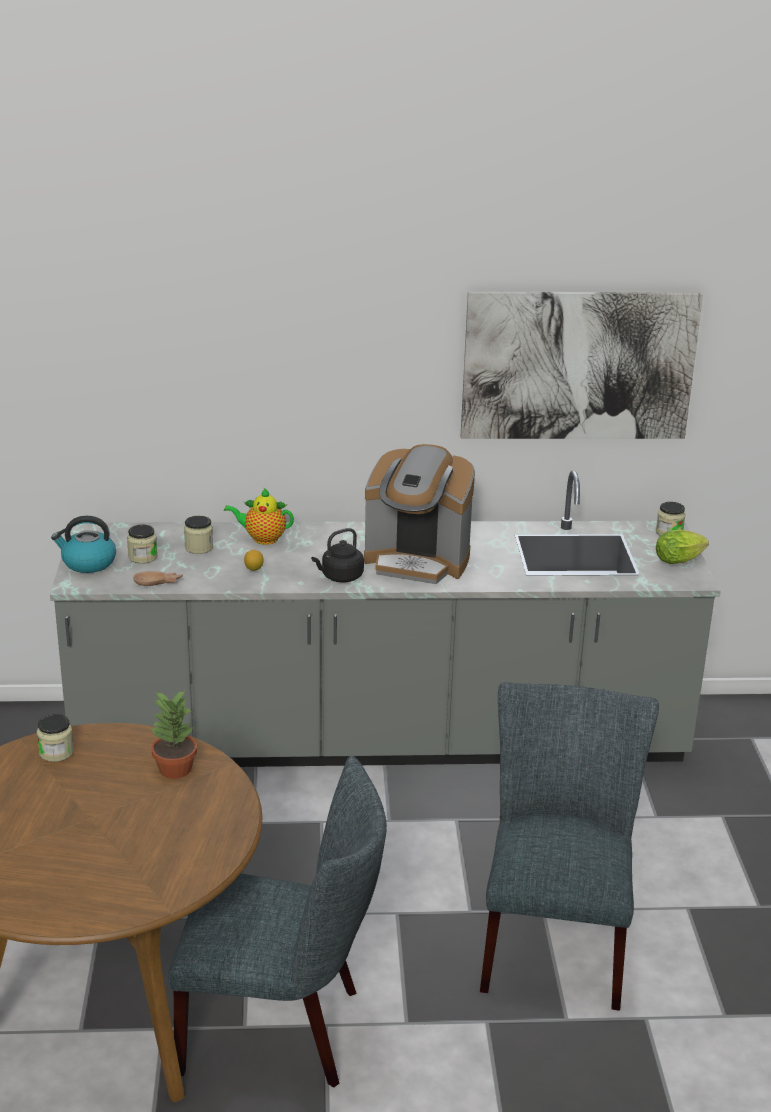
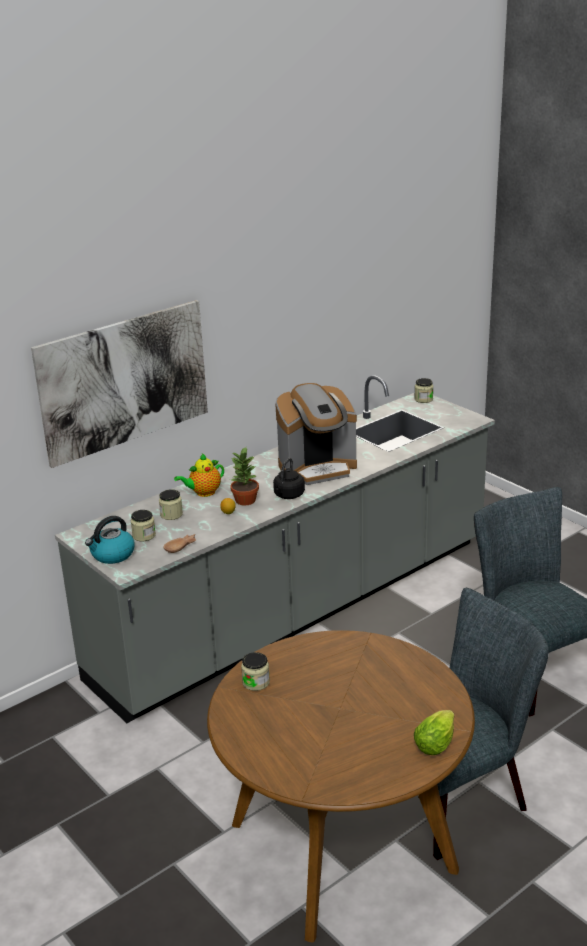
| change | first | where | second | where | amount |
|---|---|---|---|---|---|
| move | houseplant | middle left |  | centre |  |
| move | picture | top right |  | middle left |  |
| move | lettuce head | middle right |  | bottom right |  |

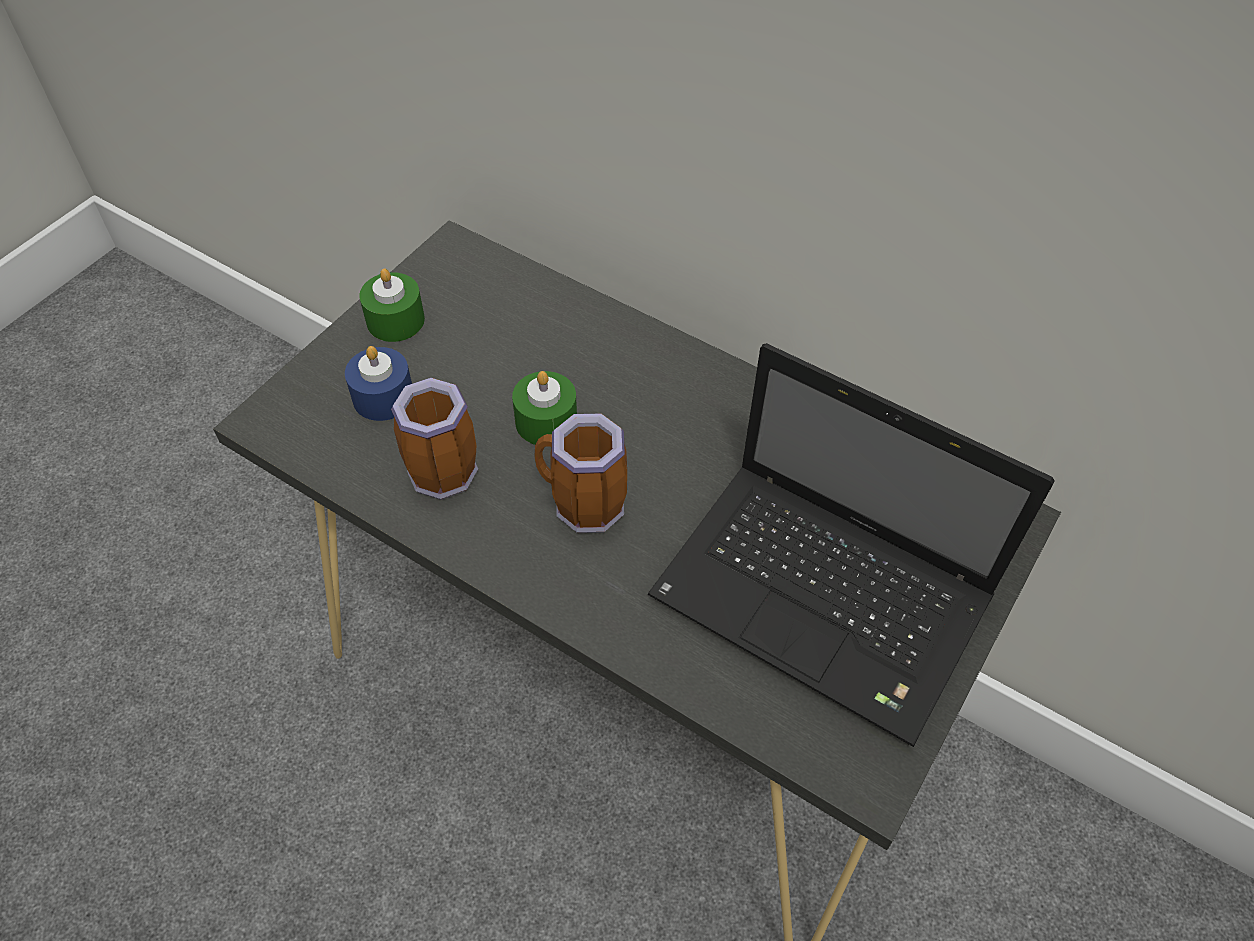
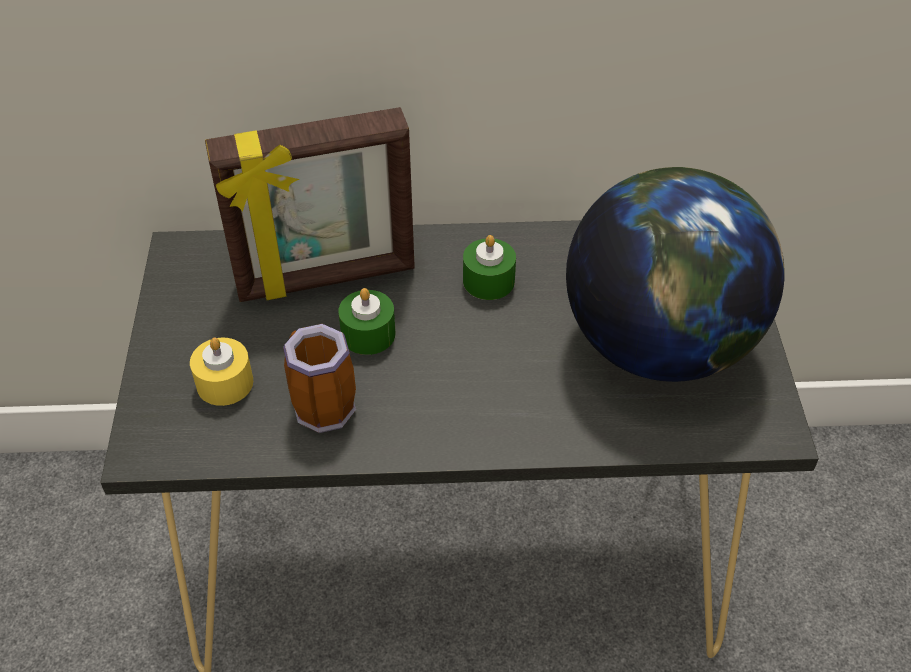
| change | first | where | second | where | amount |
|---|---|---|---|---|---|
| recolor | wax light in blue | middle left | wax light in yellowish | middle left |  |
| move | wax light in green-coloured (1st from left in the first image) | top left | wax light in green-coloured (2nd from left) | centre |  |
| delete | tea mug (2nd from left) | centre |  |  |  |
| replace | portable computer | middle right | globe | middle right |  |
| insert |  |  | picture frame | top centre |  |

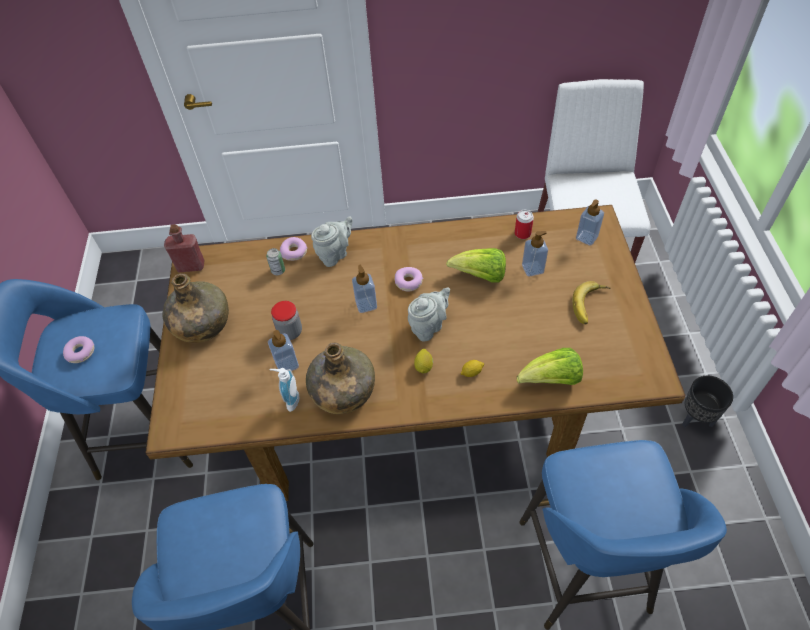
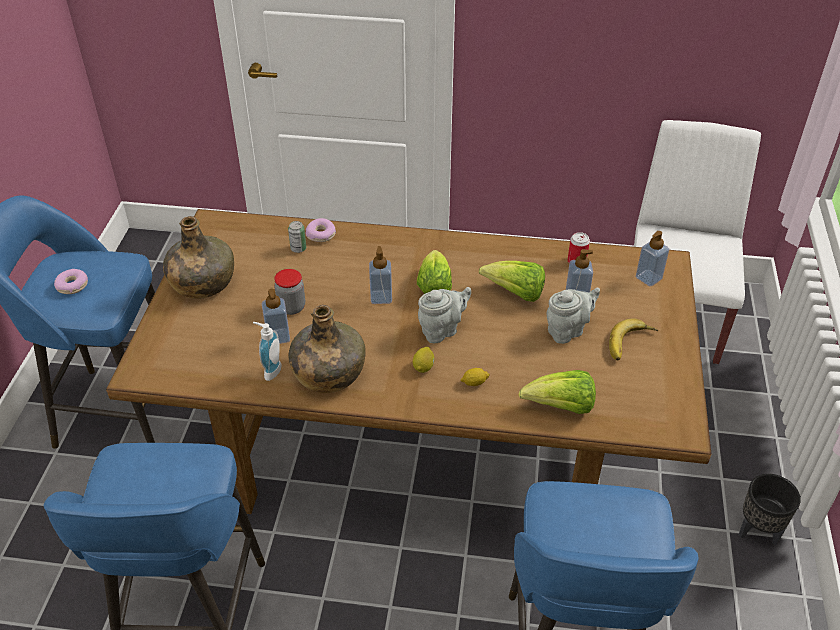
| change | first | where | second | where | amount |
|---|---|---|---|---|---|
| delete | beverage bottle in red | middle left |  |  |  |
| move | tea pot in grey (1st from left in the first image) | centre | tea pot in grey (2nd from left) | middle right |  |
| replace | ring doughnut (3rd from left) | centre | lettuce head (1st from left) | centre |  |

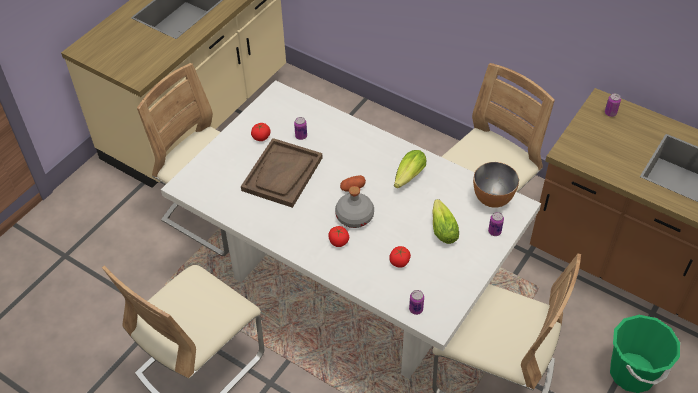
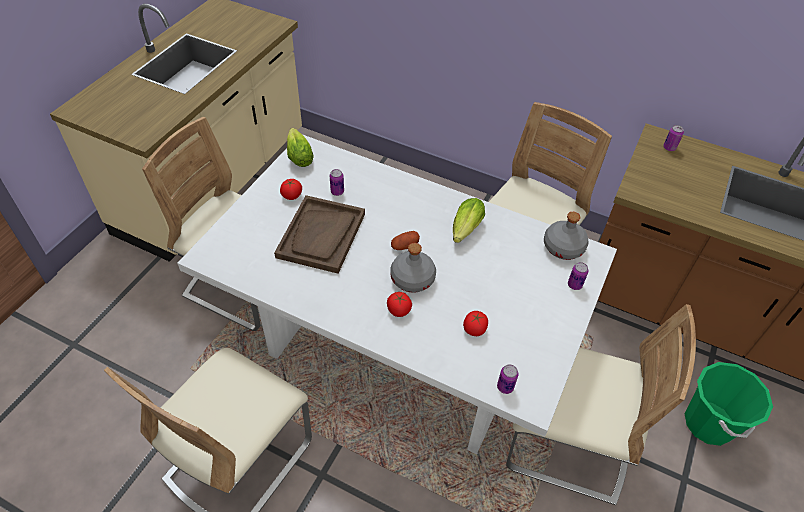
| change | first | where | second | where | amount |
|---|---|---|---|---|---|
| move | lettuce head (2nd from left in the first image) | centre | lettuce head (1st from left) | top centre |  |
| replace | serving bowl | middle right | beverage bottle in grey (2nd from left) | middle right |  |

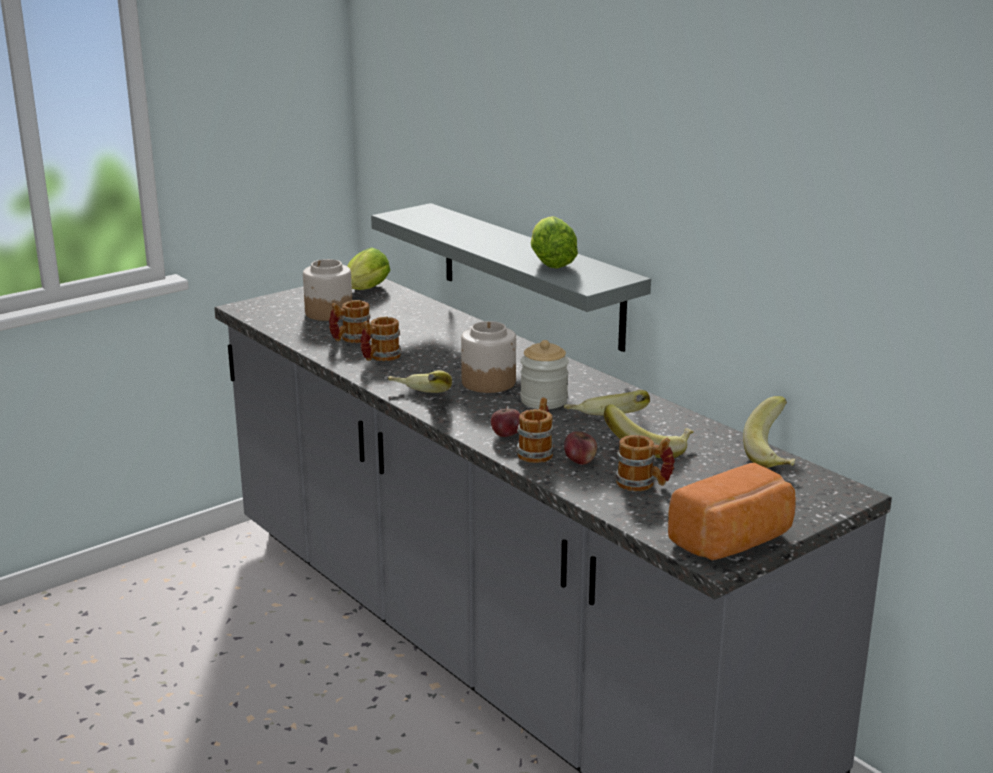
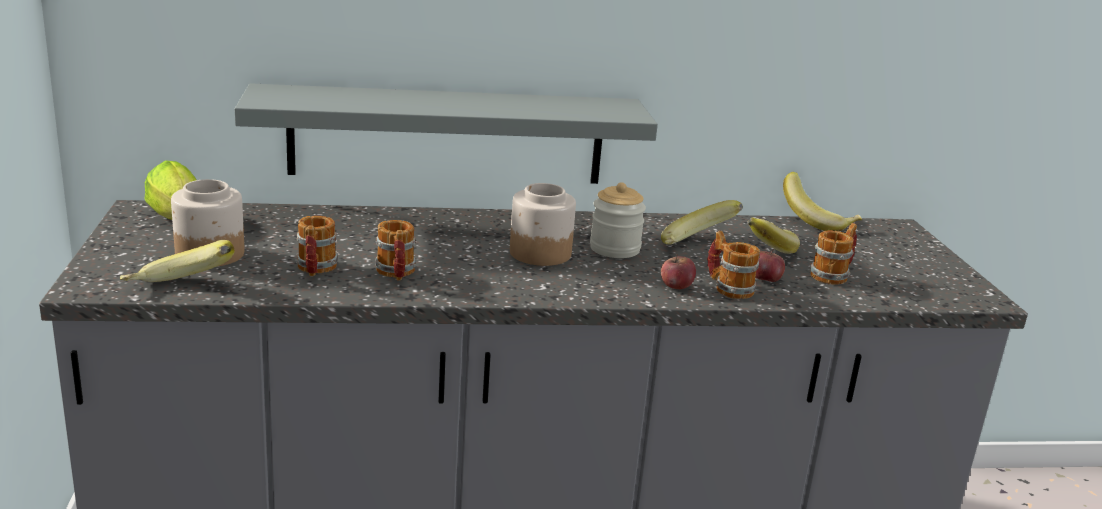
| change | first | where | second | where | amount |
|---|---|---|---|---|---|
| move | banana fruit (1st from left) | centre |  | middle left |  |
| delete | lettuce head (2nd from left) | top centre |  |  |  |
| delete | bakery bread | middle right |  |  |  |

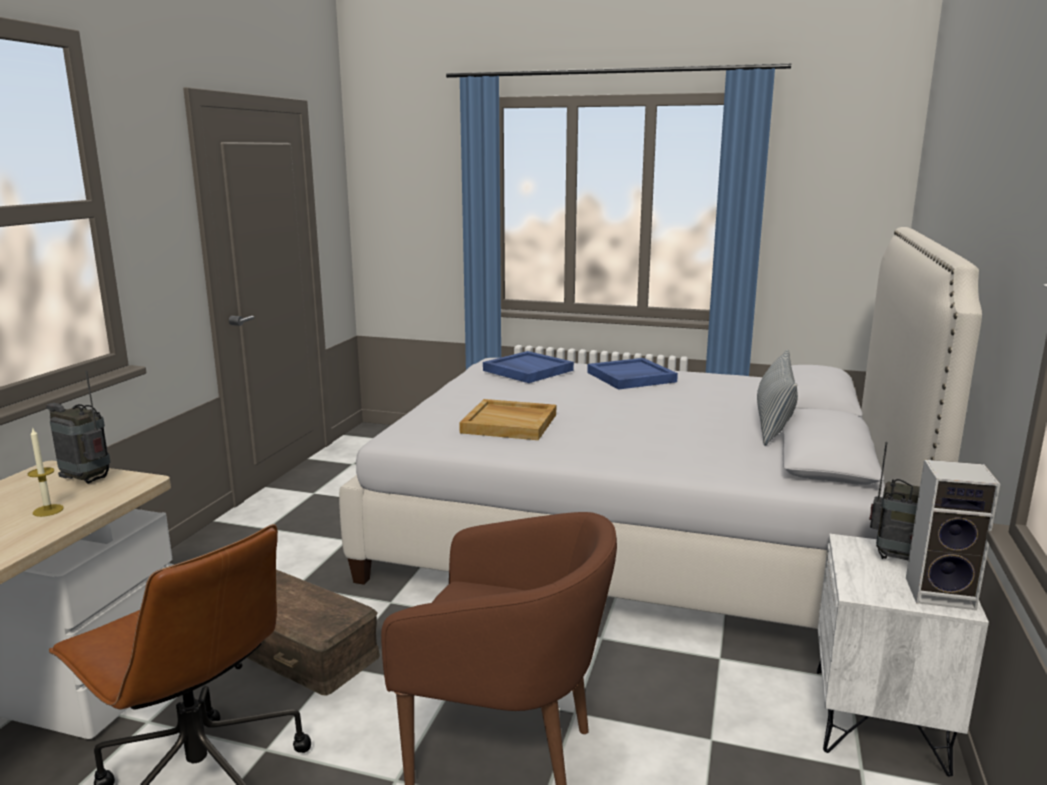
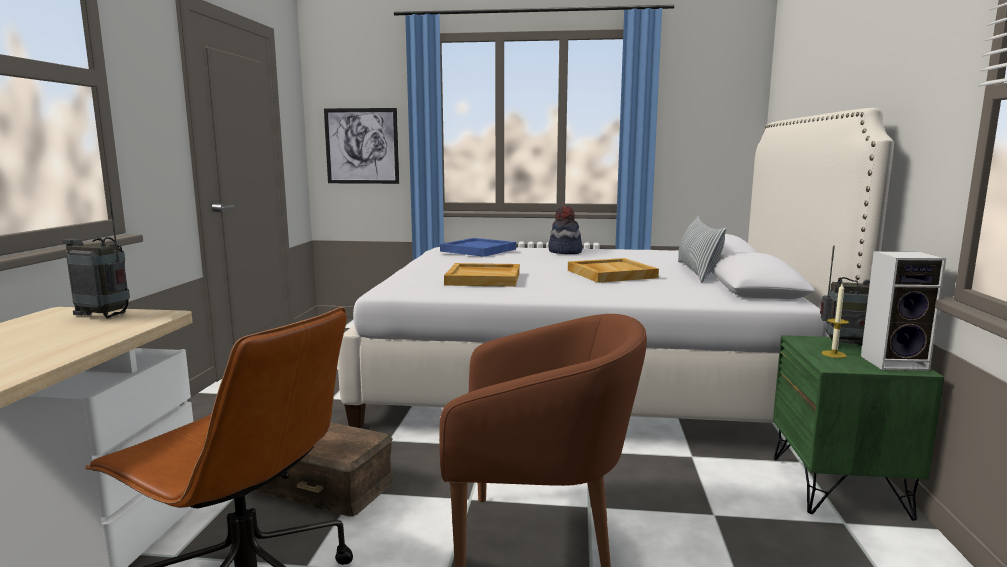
| change | first | where | second | where | amount |
|---|---|---|---|---|---|
| move | wax light | middle left |  | middle right |  |
| replace | tray in blue (2nd from left) | centre | wearable hat | centre |  |
| recolor | bedside table in white-coloured | bottom right | bedside table in green-coloured | bottom right |  |
| insert |  |  | picture | top centre |  |
| insert |  |  | tray in beige (2nd from left) | centre |  |

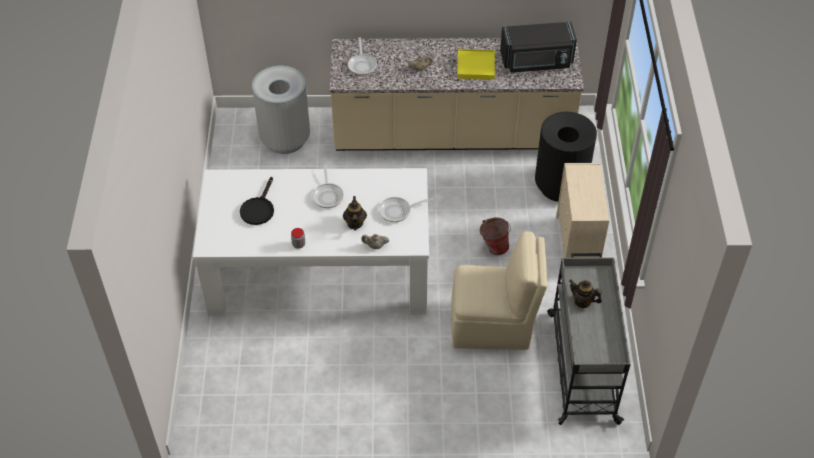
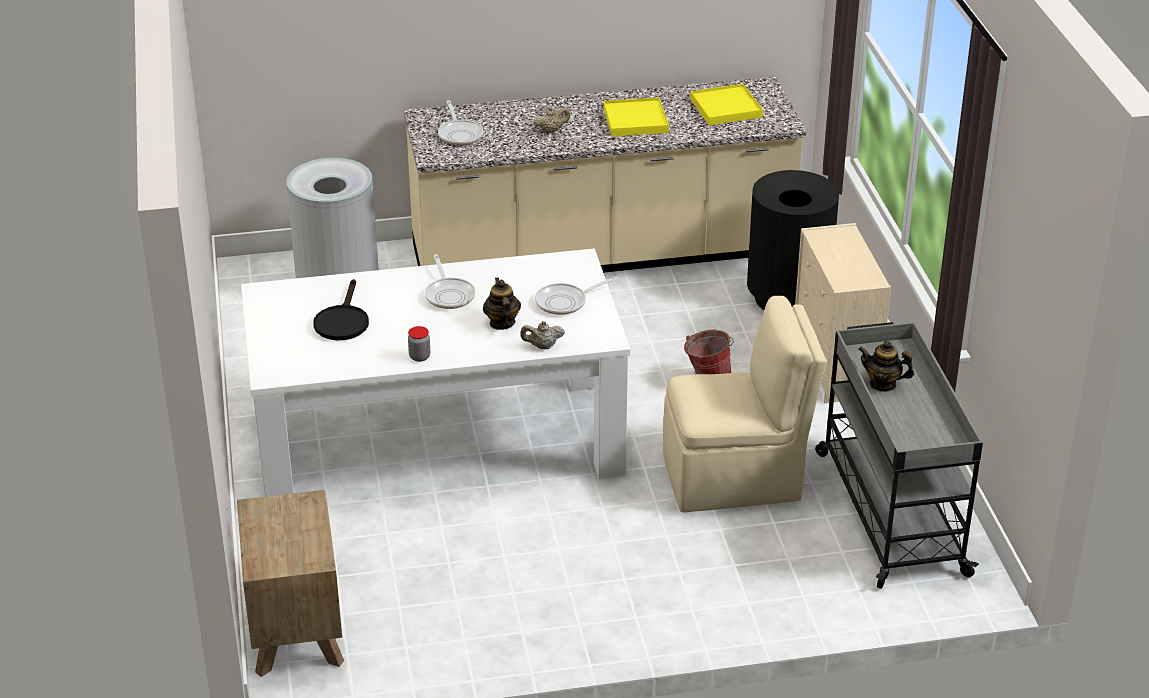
| change | first | where | second | where | amount |
|---|---|---|---|---|---|
| replace | microwave in black-coloured | top centre | tray in yellowish (2nd from left) | top centre |  |
| insert |  |  | bedside table in brown | bottom left |  |

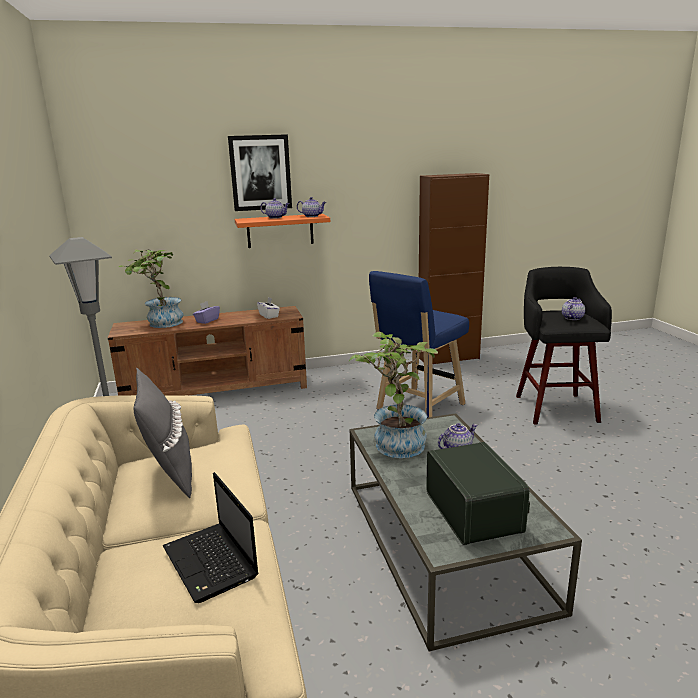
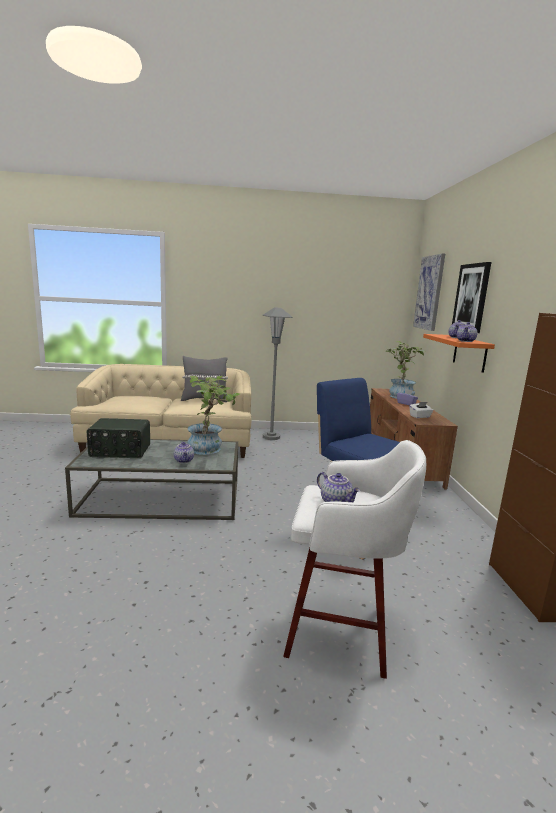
| change | first | where | second | where | amount |
|---|---|---|---|---|---|
| delete | portable computer | bottom left |  |  |  |
| recolor | stool in black-coloured | middle right | stool in white-coloured | bottom centre |  |
| insert |  |  | picture (1st from left) | middle right |  |

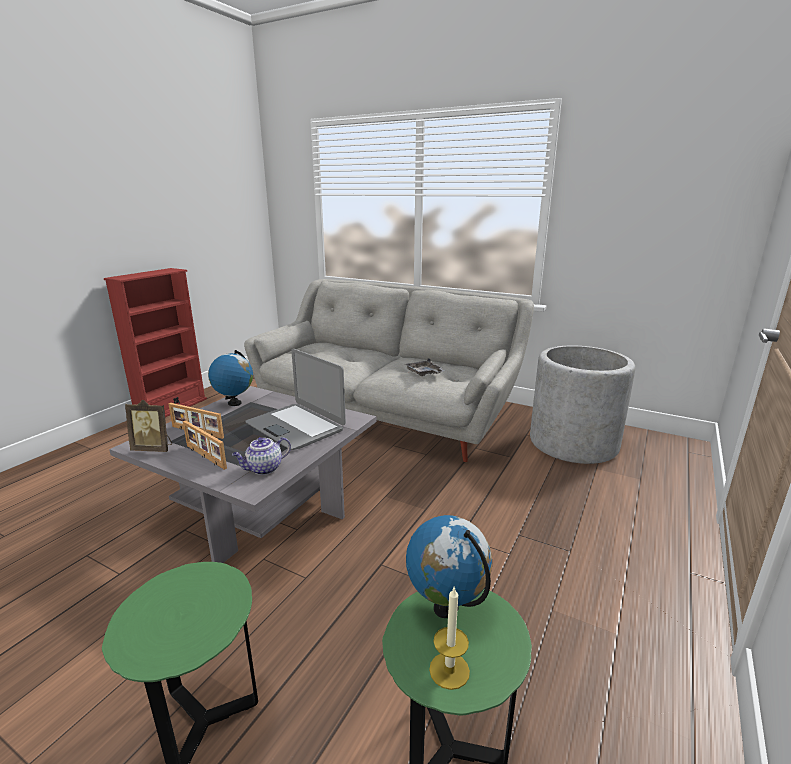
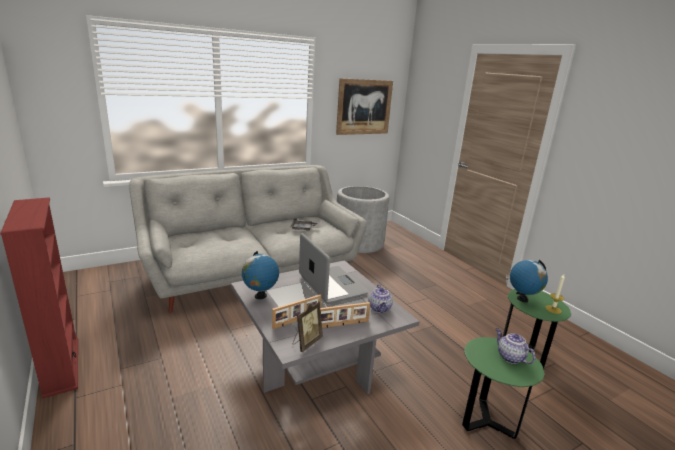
| change | first | where | second | where | amount |
|---|---|---|---|---|---|
| rotate | portable computer | centre |  | centre | 105 degrees counterclockwise |
| insert |  |  | picture | top centre |  |
| insert |  |  | tea pot (2nd from left) | bottom right |  |

